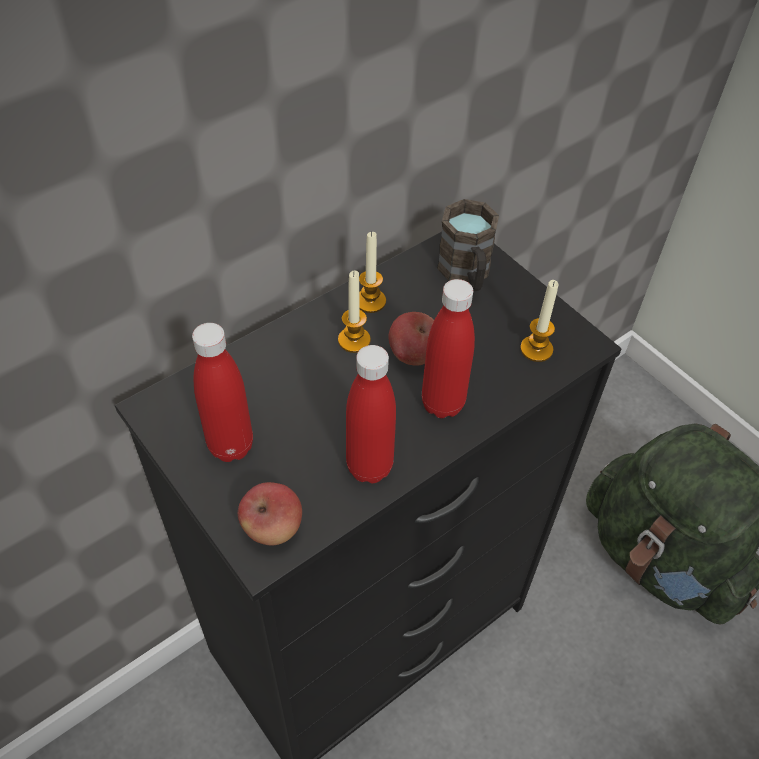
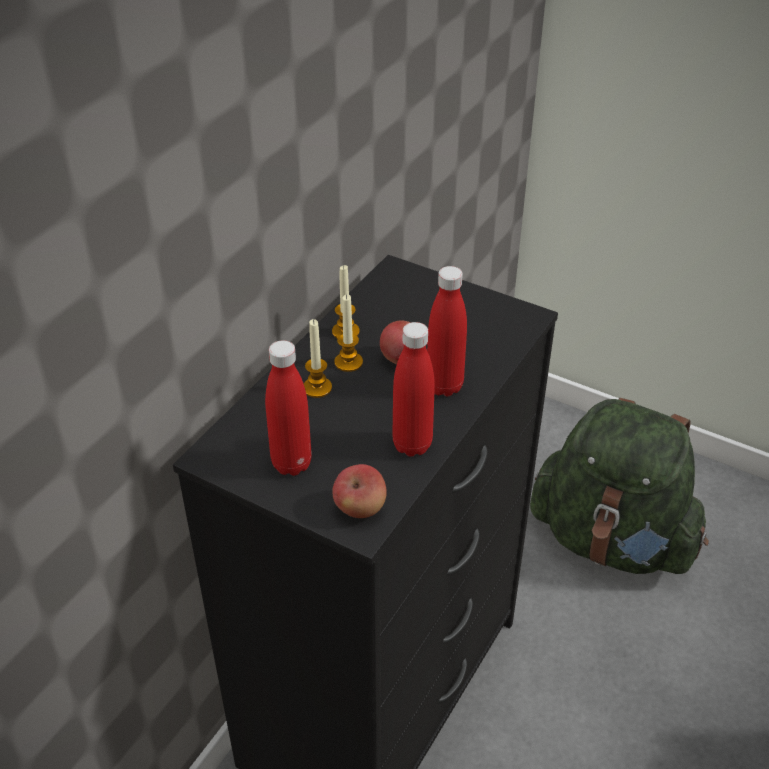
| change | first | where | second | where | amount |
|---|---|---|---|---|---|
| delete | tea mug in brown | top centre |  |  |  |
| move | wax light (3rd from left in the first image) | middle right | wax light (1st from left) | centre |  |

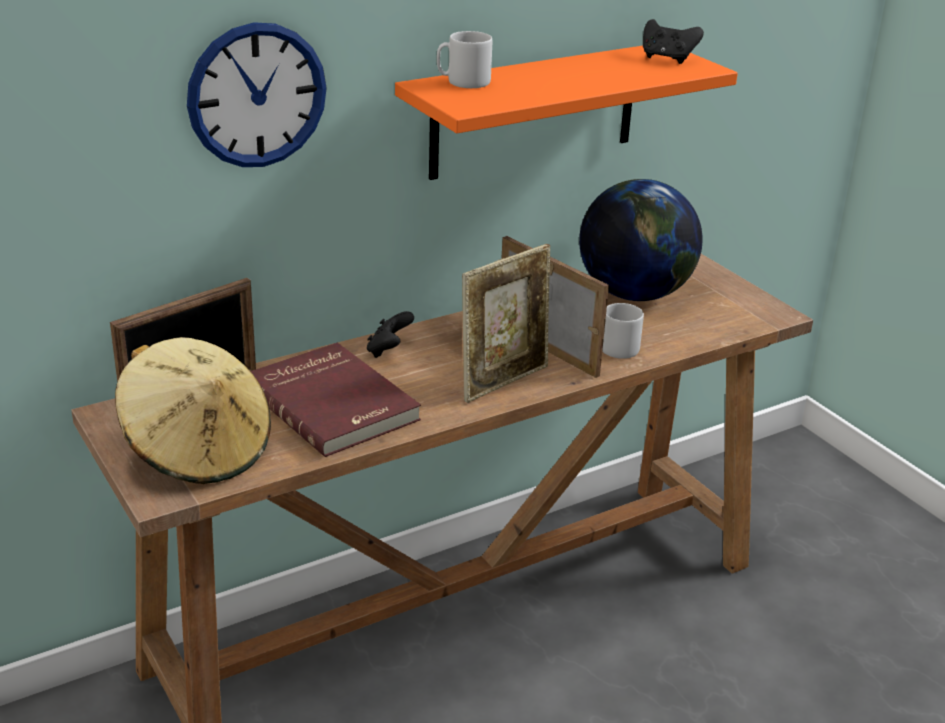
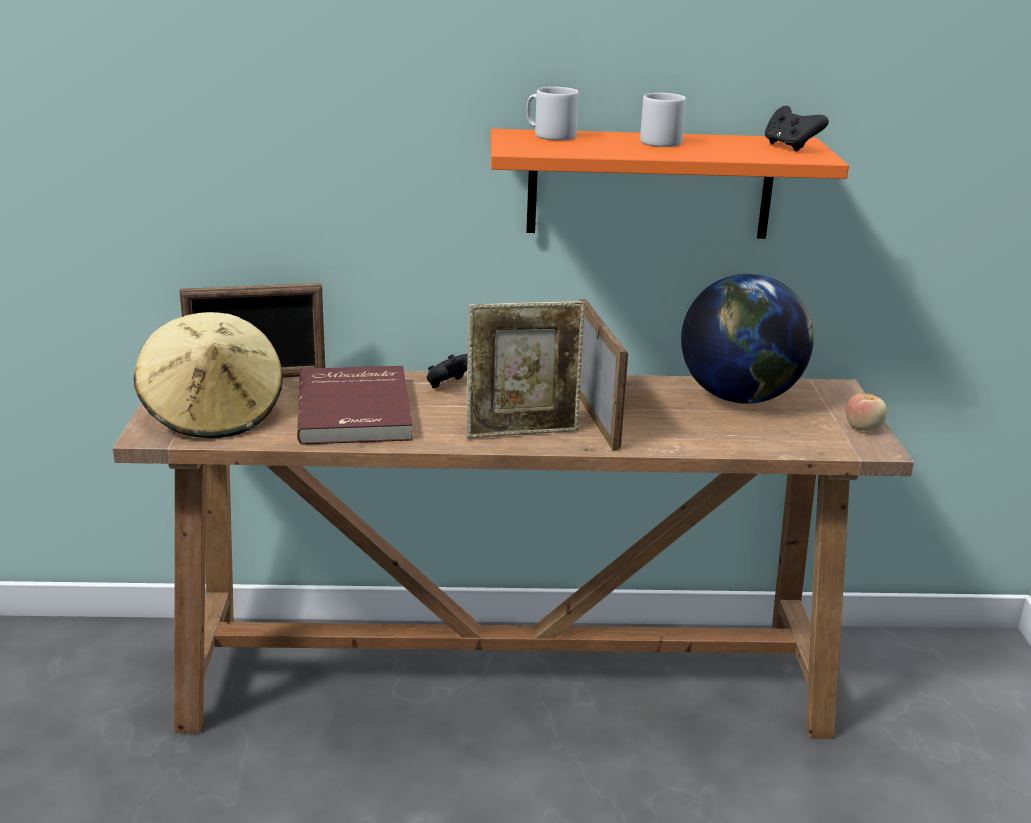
| change | first | where | second | where | amount |
|---|---|---|---|---|---|
| delete | clock on the wall | top left |  |  |  |
| move | tea mug in grey (2nd from left) | centre |  | top centre |  |
| insert |  |  | whole apple | middle right |  |

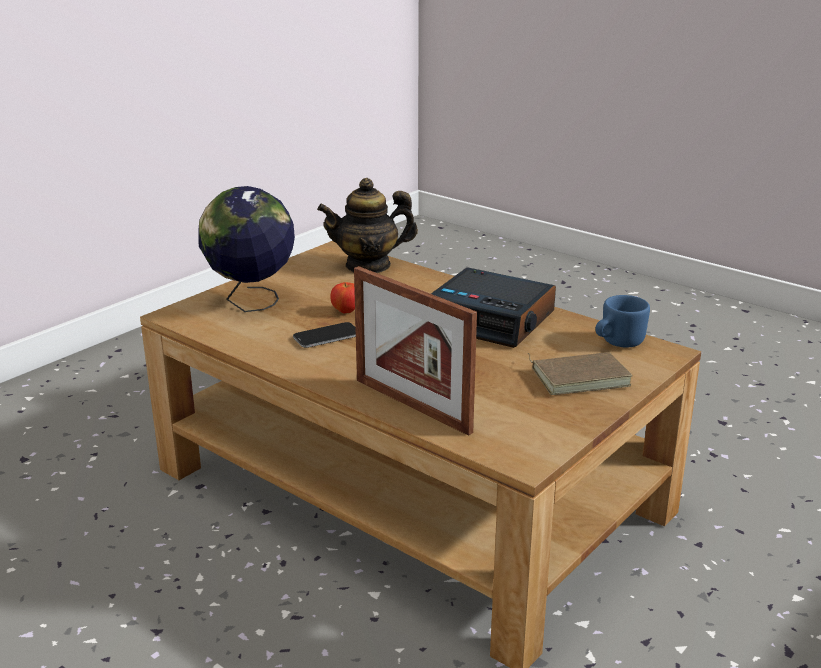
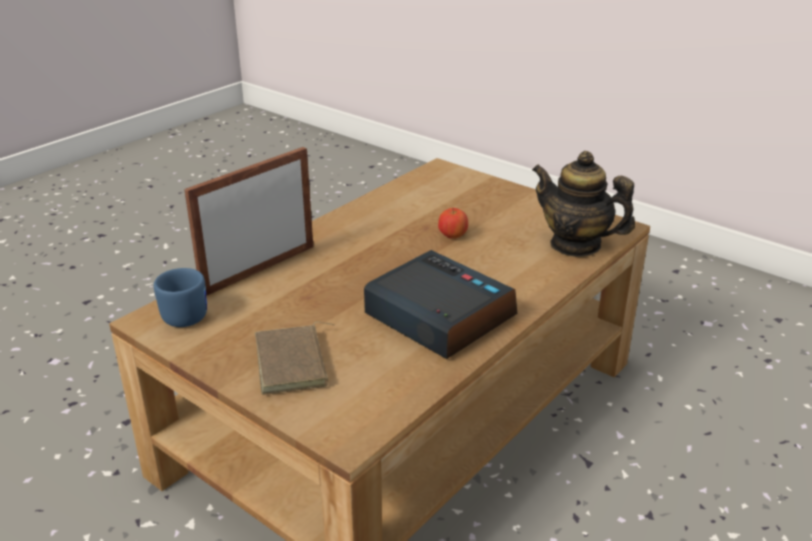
| change | first | where | second | where | amount |
|---|---|---|---|---|---|
| delete | globe | middle left |  |  |  |
| delete | telephone | centre |  |  |  |
| rotate | tea pot | centre |  | middle right | 45 degrees counterclockwise |
| rotate | table clock | centre |  | centre | 105 degrees clockwise |
| move | tea mug in blue | middle right |  | middle left |  |

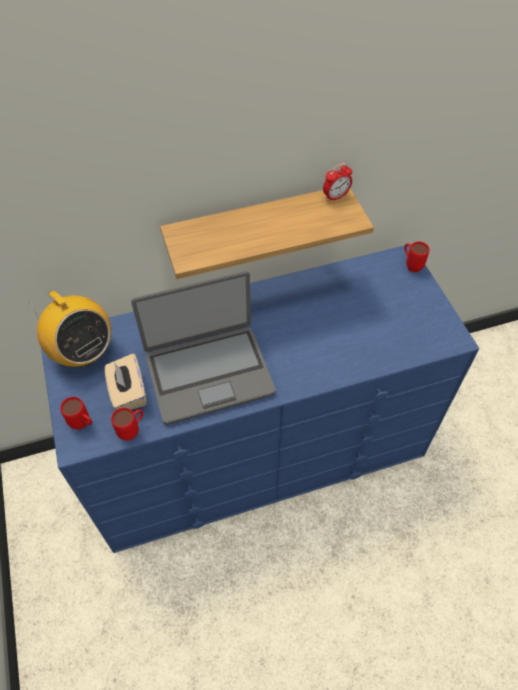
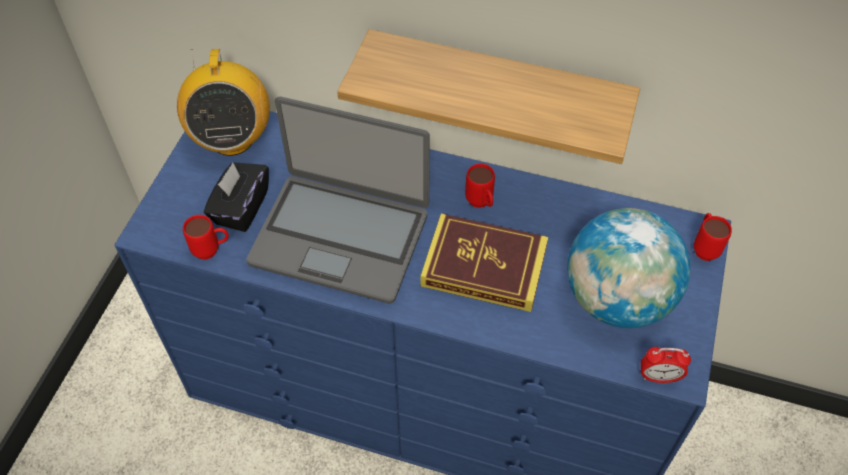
| change | first | where | second | where | amount |
|---|---|---|---|---|---|
| move | tea mug in red (1st from left in the first image) | middle left | tea mug in red (2nd from left) | centre |  |
| recolor | tissue box in beige | middle left | tissue box in black-coloured | middle left |  |
| move | table clock | top centre |  | bottom right |  |
| insert |  |  | bound book | centre |  |
| insert |  |  | globe | middle right |  |

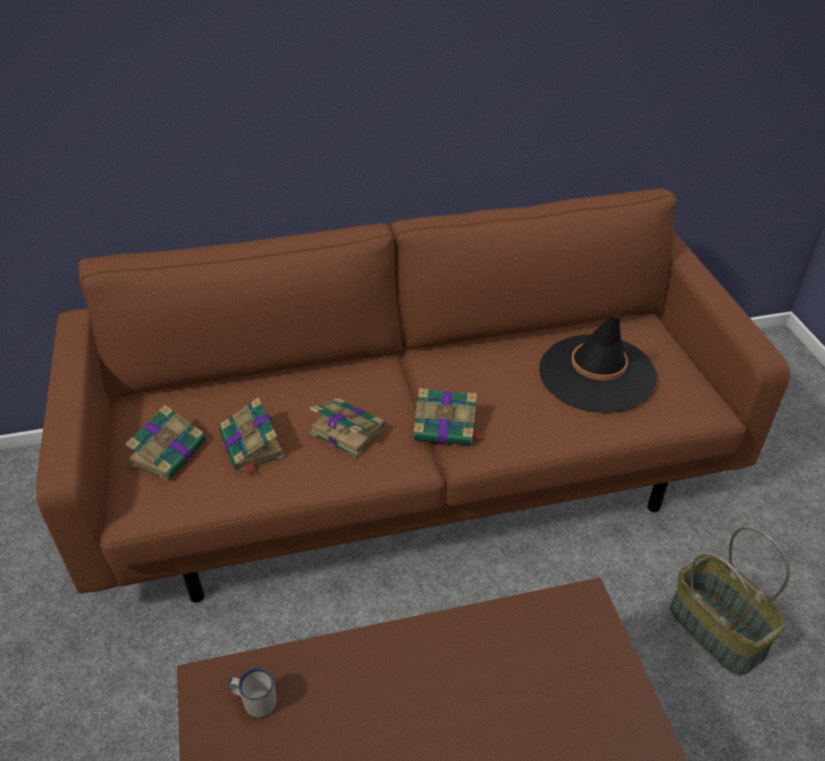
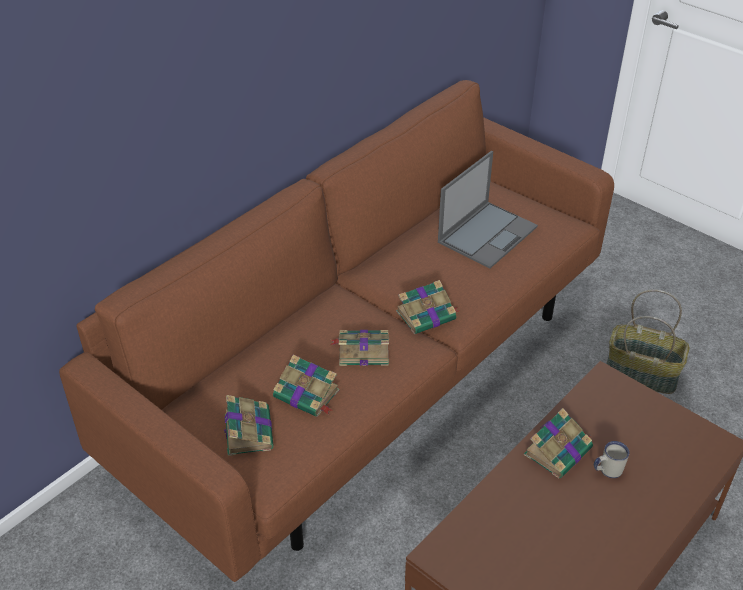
| change | first | where | second | where | amount |
|---|---|---|---|---|---|
| move | tea mug in white-coloured | bottom left |  | bottom right |  |
| replace | wearable hat in black-coloured | middle right | portable computer | centre |  |
| insert |  |  | bound book (5th from left) | bottom right |  |

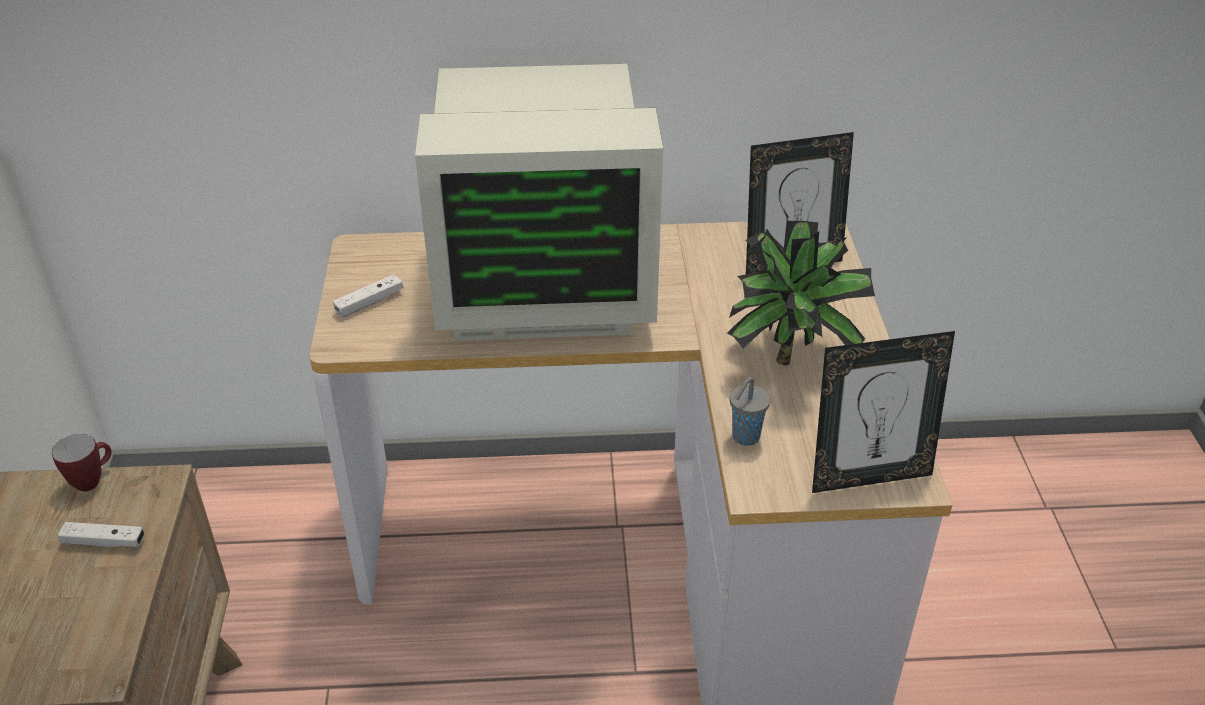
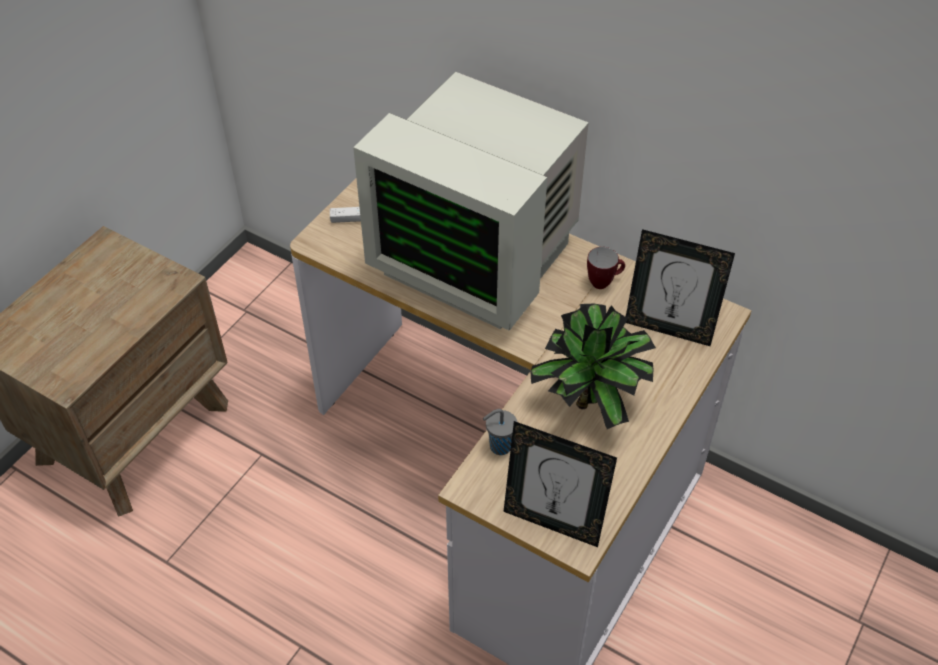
| change | first | where | second | where | amount |
|---|---|---|---|---|---|
| move | tea mug | middle left |  | centre |  |
| delete | joypad in white-coloured (1st from left) | bottom left |  |  |  |

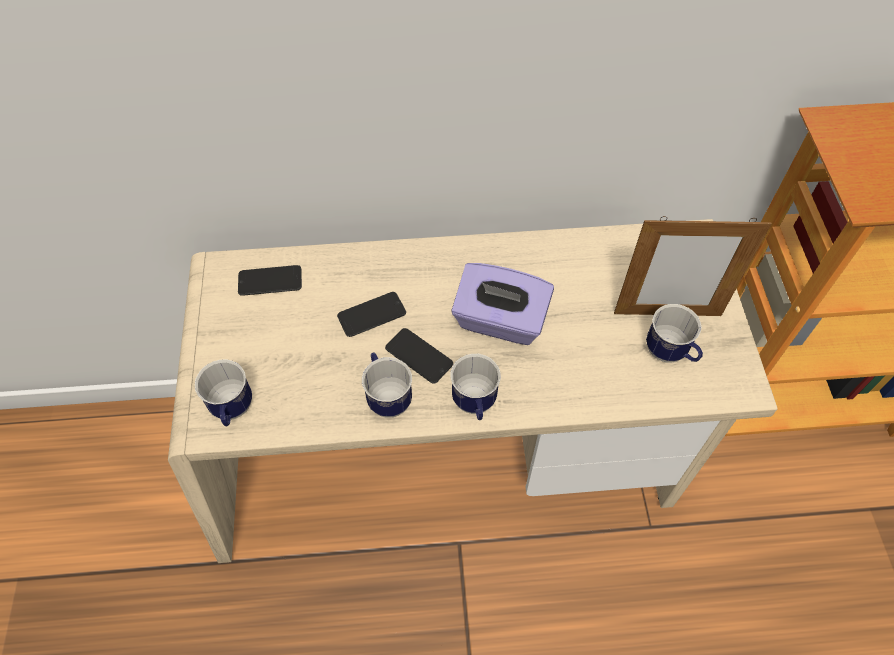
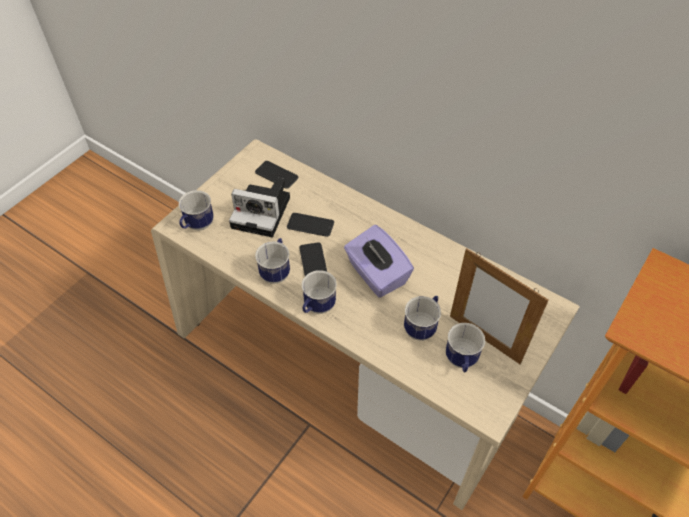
| change | first | where | second | where | amount |
|---|---|---|---|---|---|
| insert |  |  | photo camera | centre |  |
| insert |  |  | tea mug (4th from left) | centre |  |

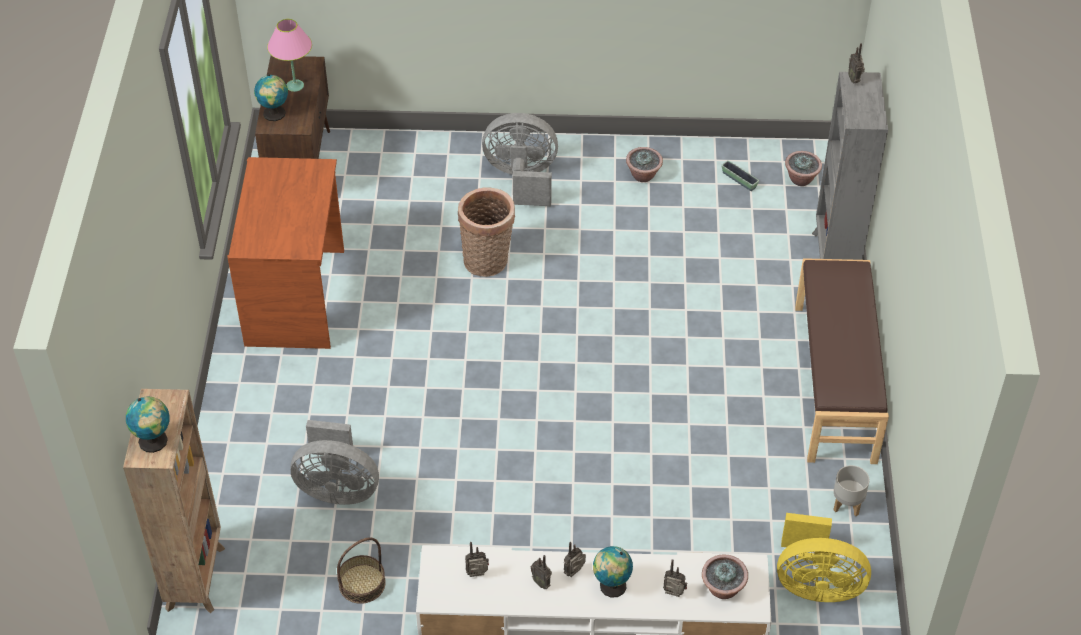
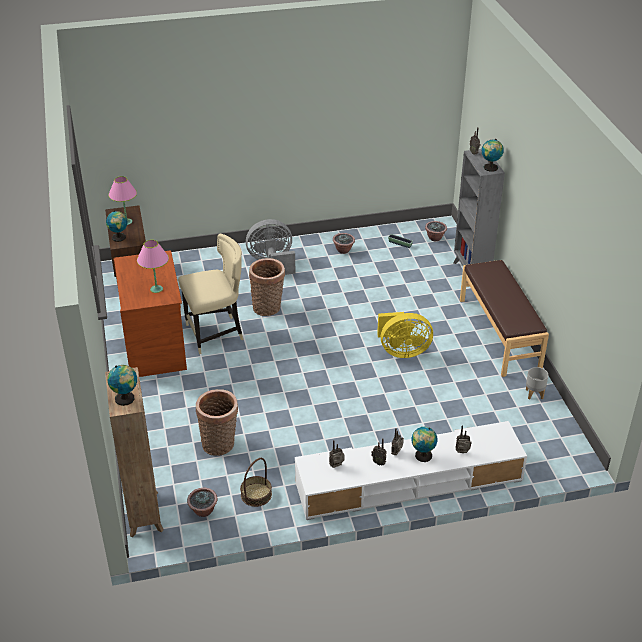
| change | first | where | second | where | amount |
|---|---|---|---|---|---|
| replace | fan in grey (1st from left) | bottom left | basket (1st from left) | centre |  |
| move | houseplant (2nd from left in the first image) | bottom right | houseplant (1st from left) | bottom left |  |
| move | fan in yellowish | bottom right |  | centre |  |
| insert |  |  | tabletop lamp in pinkish (2nd from left) | middle left |  |
| insert |  |  | upright chair in beige | middle left |  |
| insert |  |  | globe (4th from left) | top right |  |

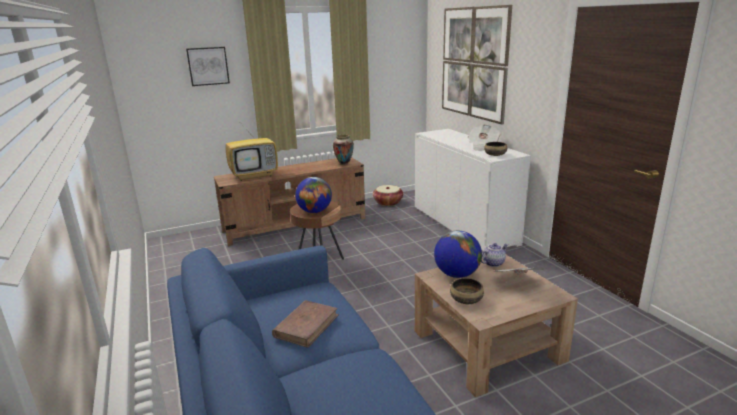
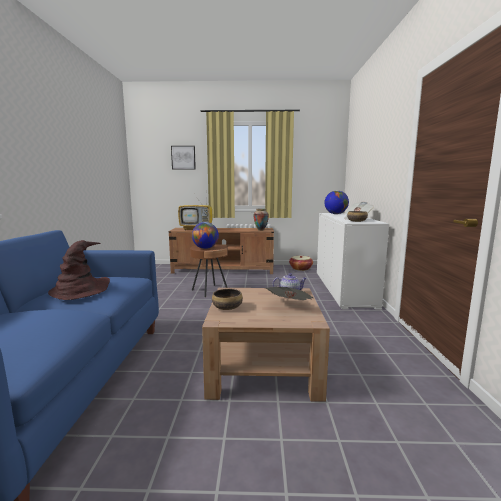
| change | first | where | second | where | amount |
|---|---|---|---|---|---|
| replace | bound book in brown | bottom centre | wearable hat in brown | middle left |  |
| move | globe (2nd from left) | centre |  | middle right |  |
| delete | picture (2nd from left) | top centre |  |  |  |

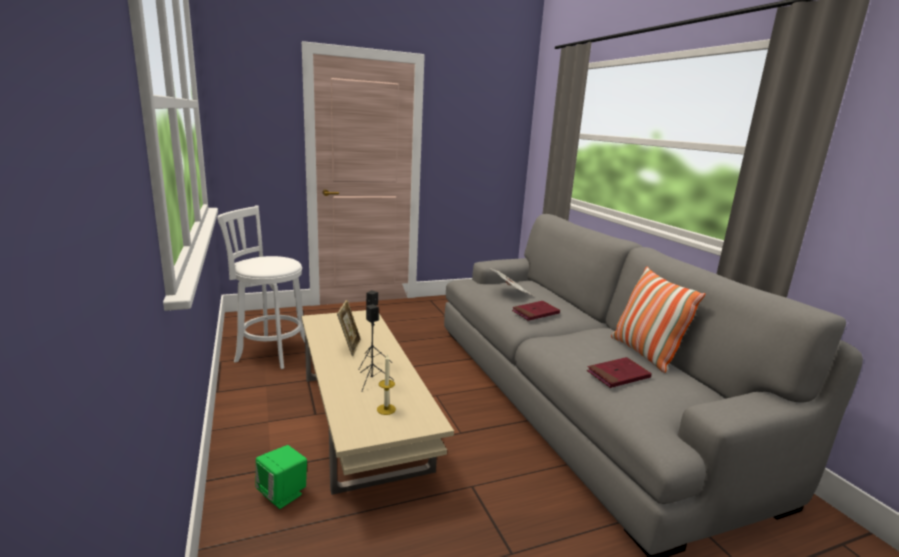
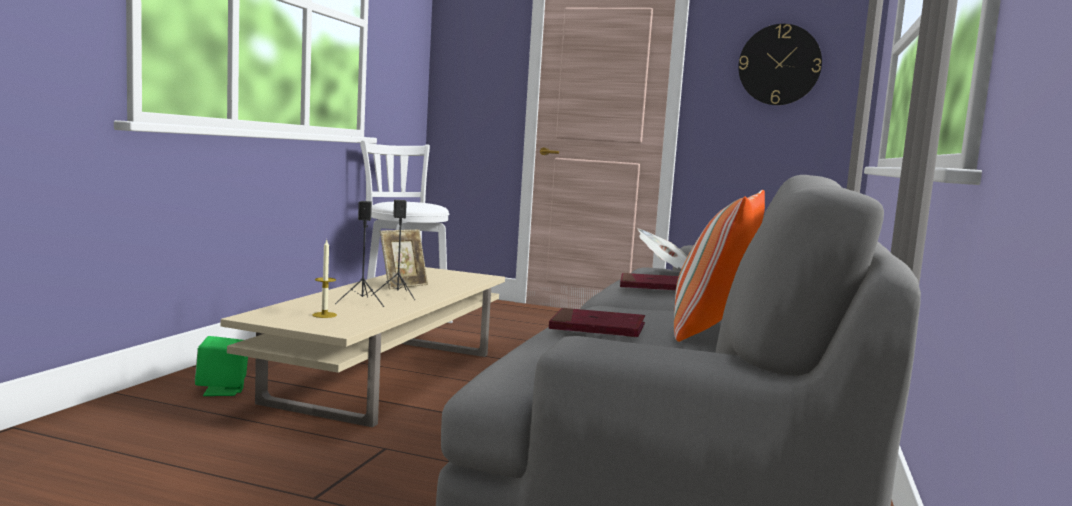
| change | first | where | second | where | amount |
|---|---|---|---|---|---|
| insert |  |  | clock on the wall | top right |  |

